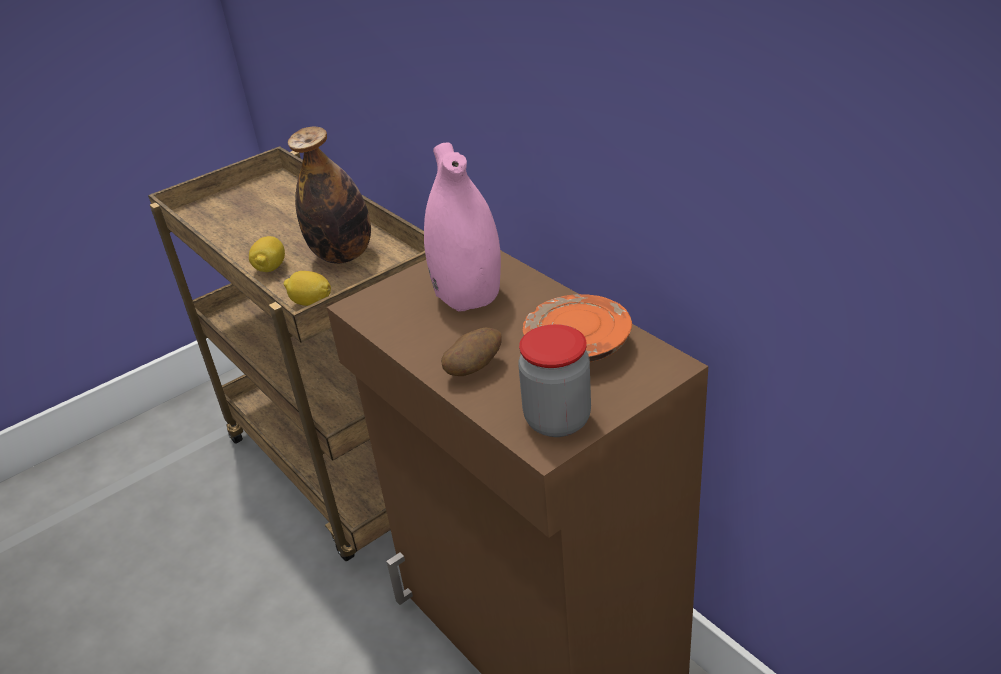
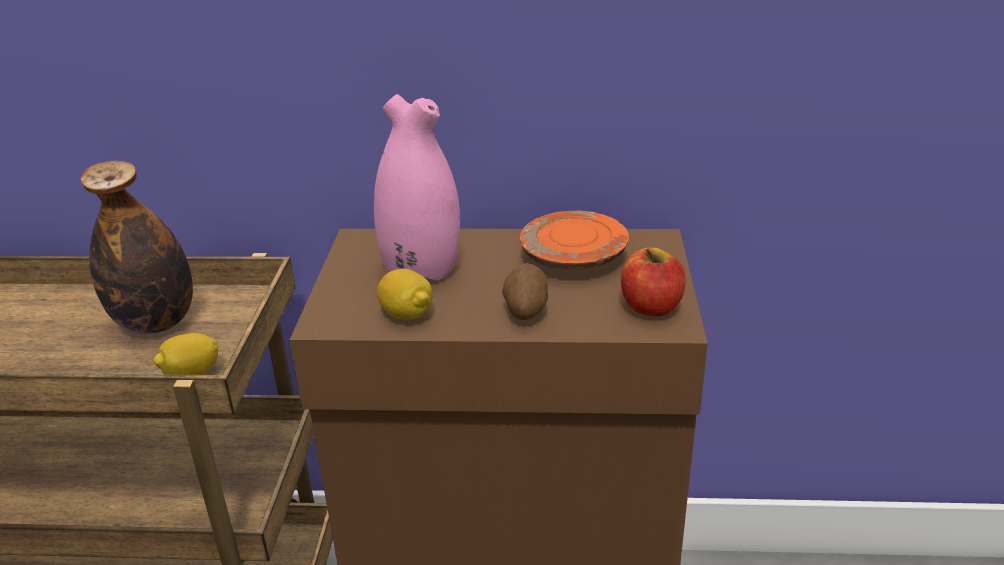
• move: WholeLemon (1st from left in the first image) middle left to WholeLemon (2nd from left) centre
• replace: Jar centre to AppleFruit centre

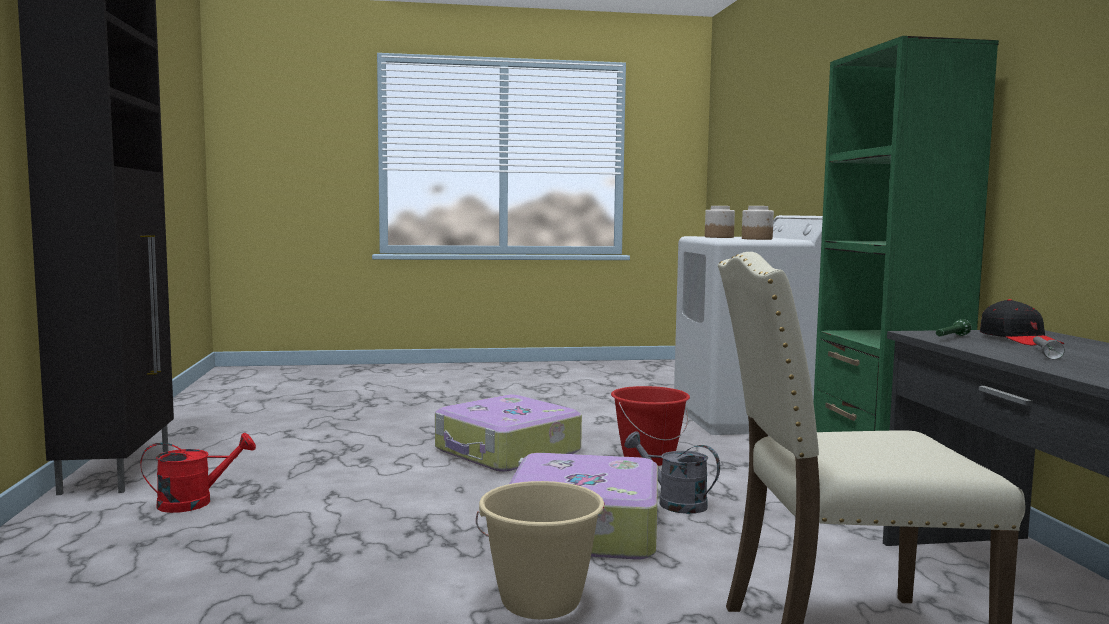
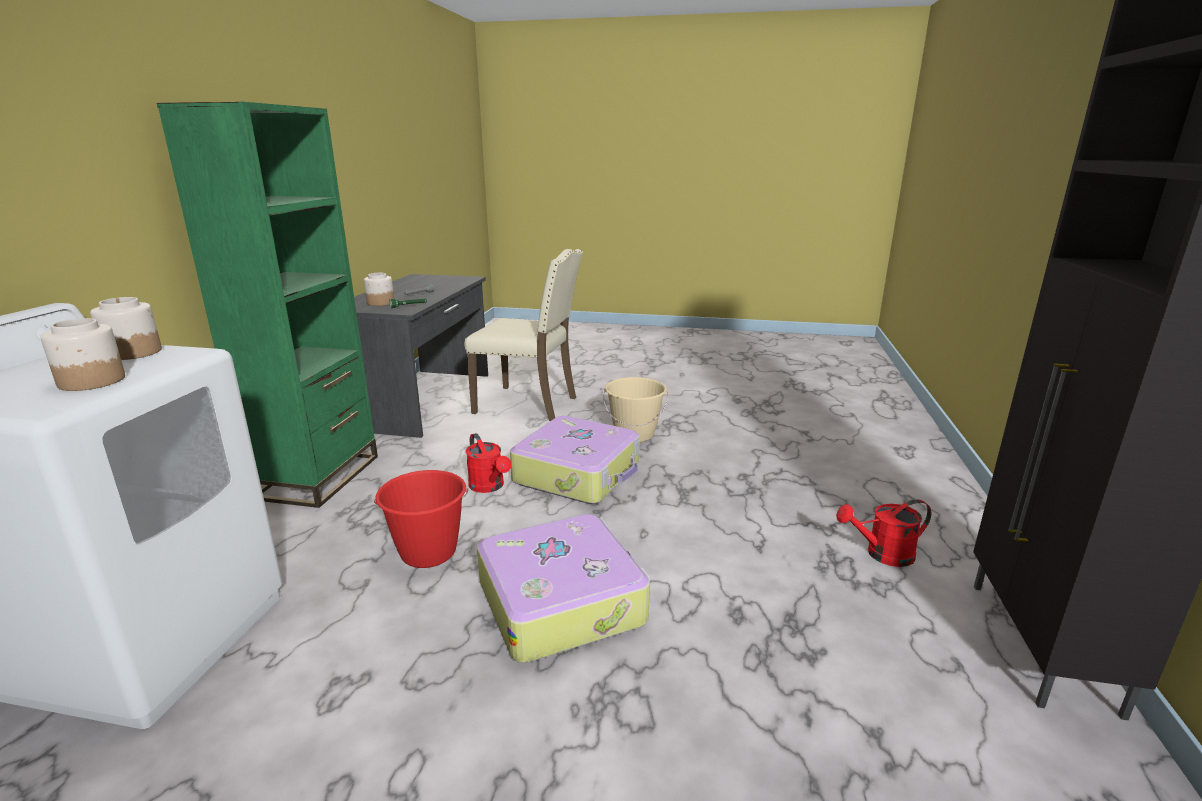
• recolor: GrayWateringPot bottom centre to ReddishWateringPot (1st from left) centre
• replace: BlackColouredCap middle right to Jar (3rd from left) middle left

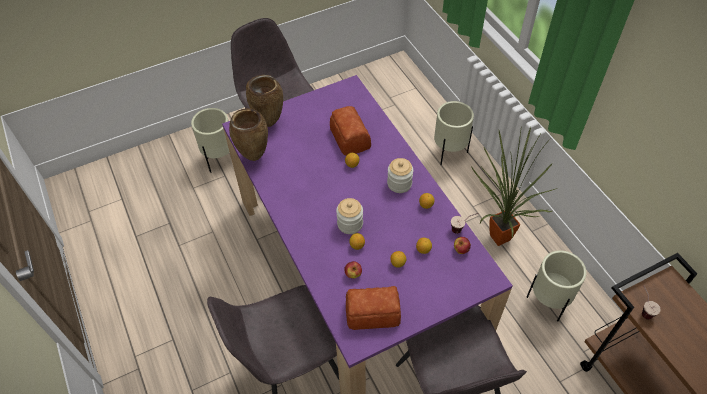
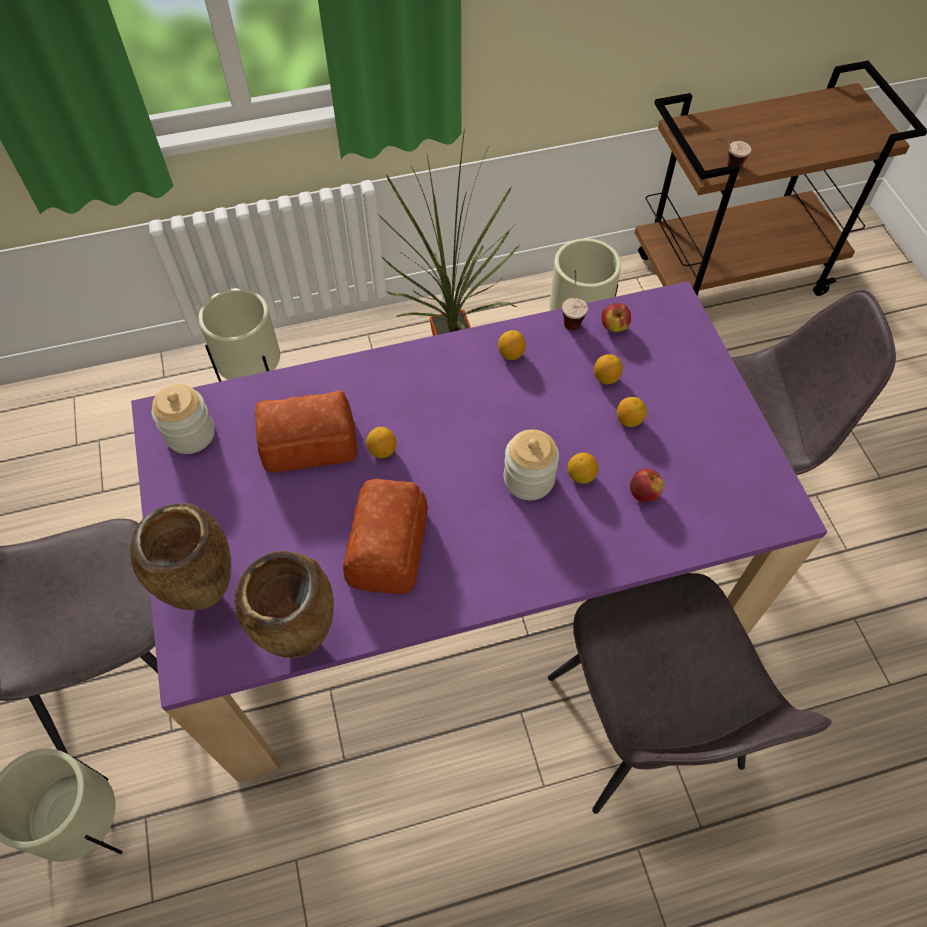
• move: BakedBread (2nd from left) bottom centre to centre
• move: Jar (2nd from left in the first image) centre to Jar (1st from left) middle left

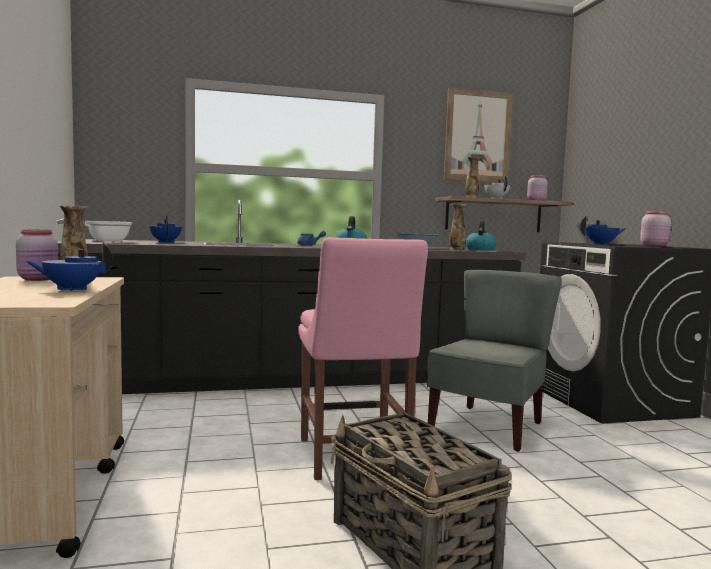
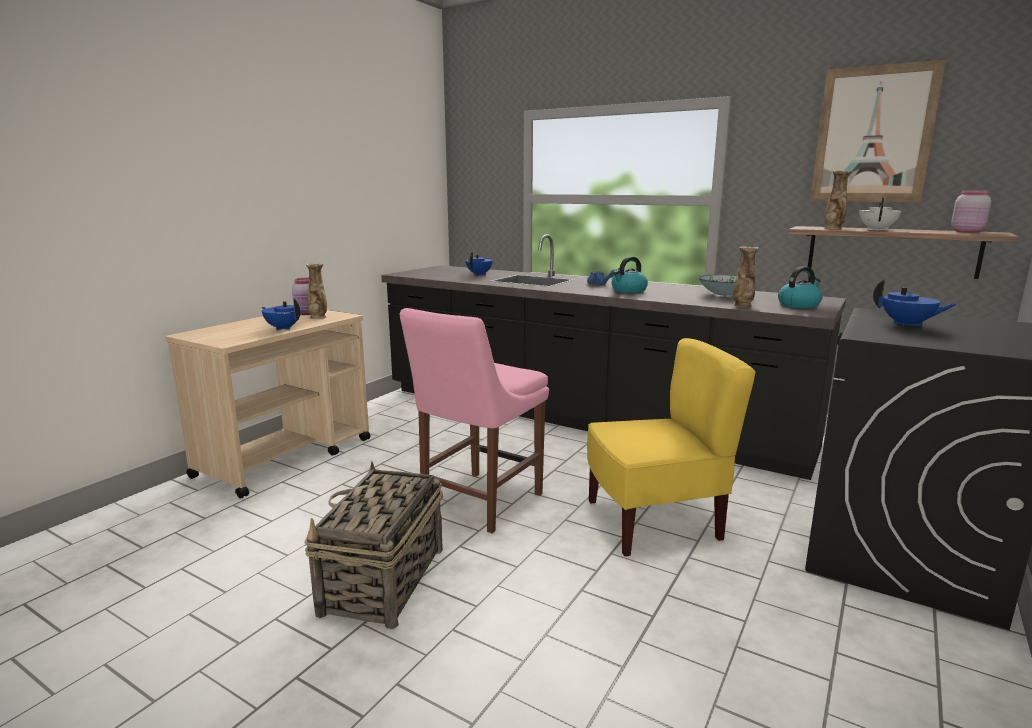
• delete: FryingPan middle left
• recolor: GrayChair middle right to YellowishChair centre
• delete: PinkJar (3rd from left) middle right

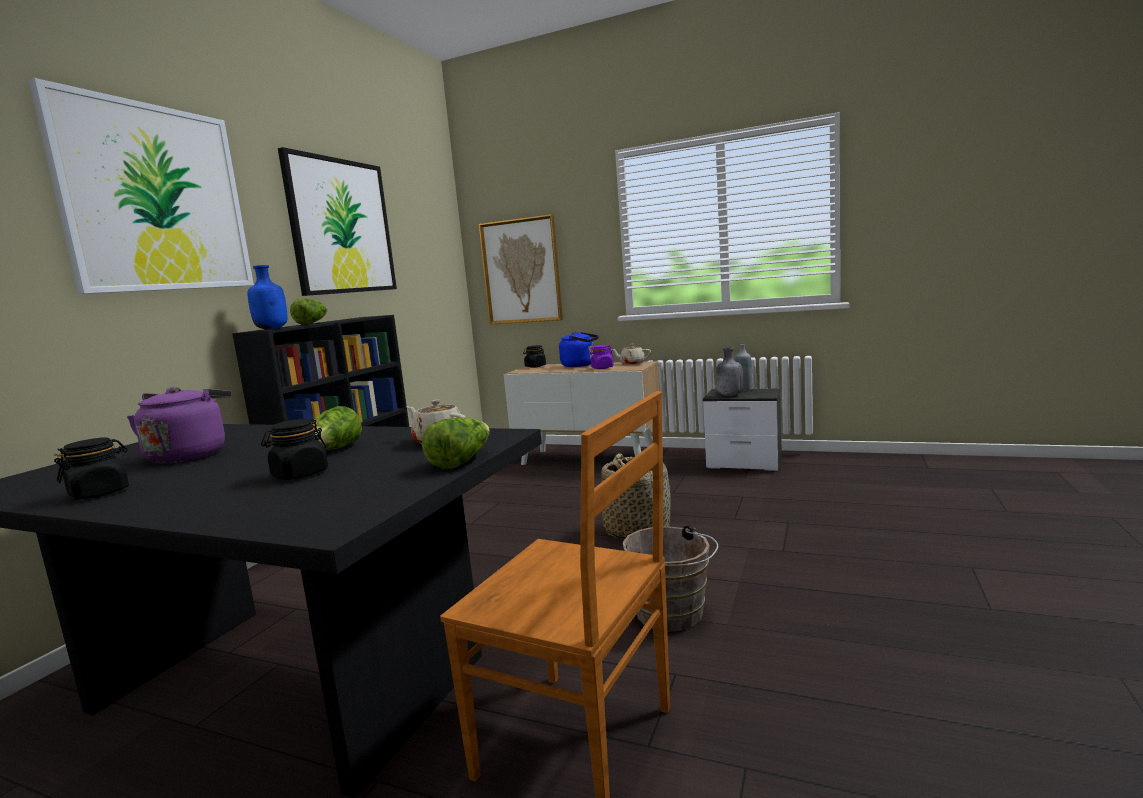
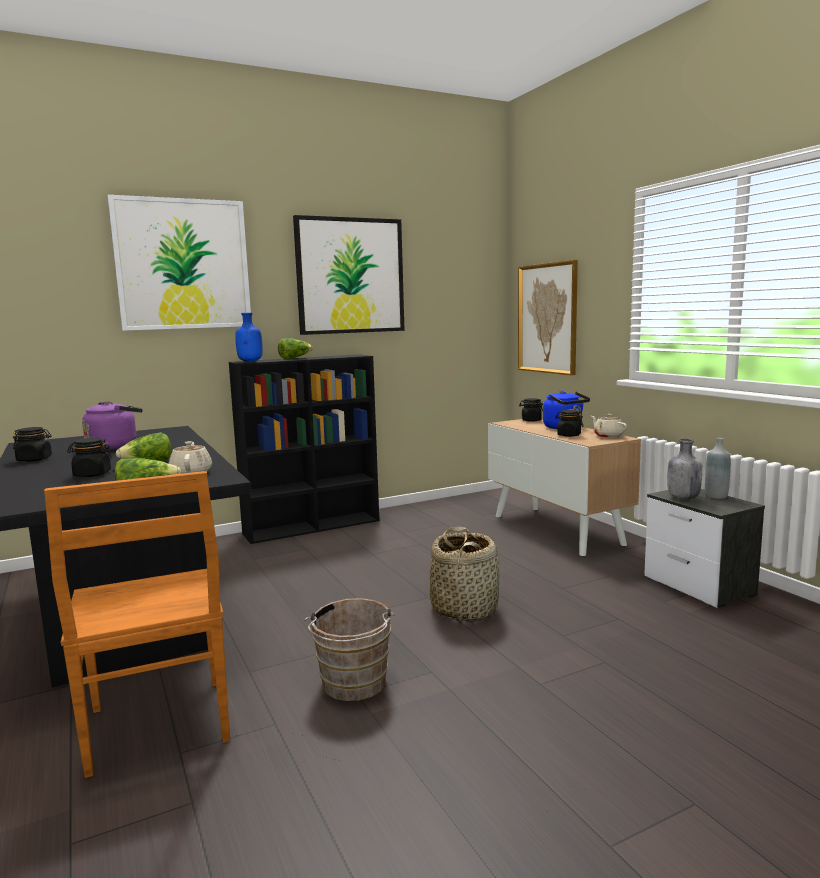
• recolor: PurpleColouredJar centre to BlackColouredJar (4th from left) middle right

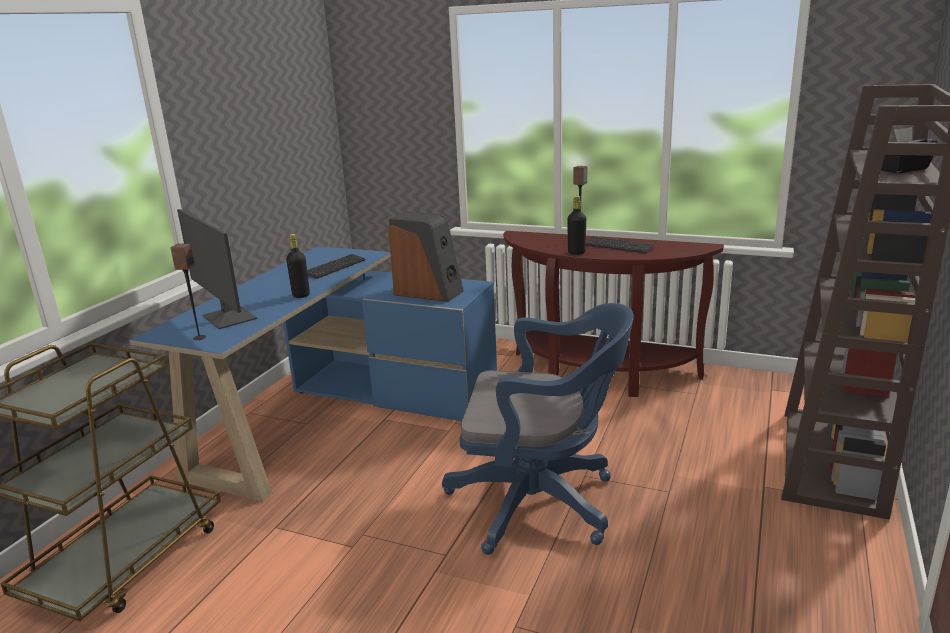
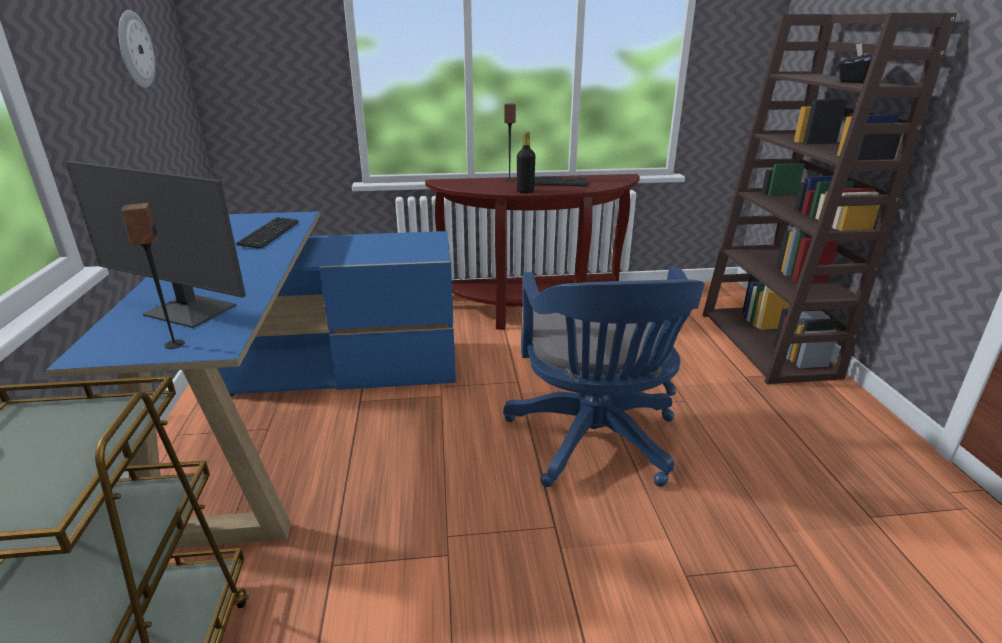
• delete: BlackColouredDrinkBottle (1st from left) middle left
• delete: Loudspeaker (2nd from left) centre
• rotate: BlueColouredComputerChair bottom centre = centre 105 degrees clockwise
• insert: WallClock top left

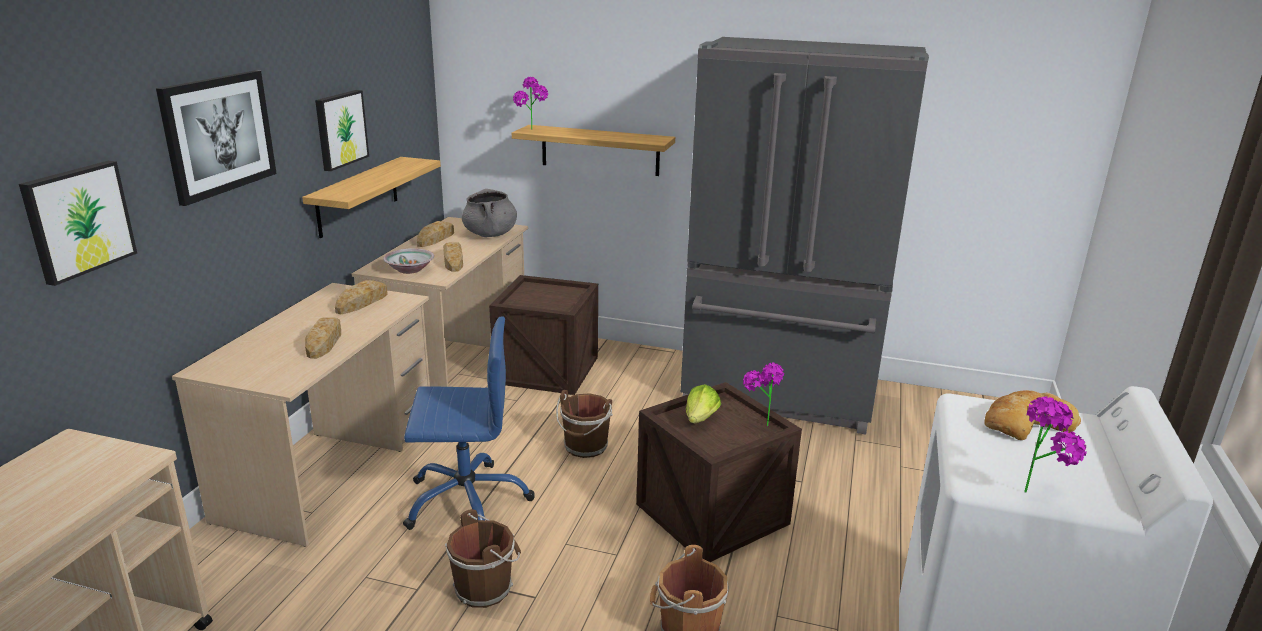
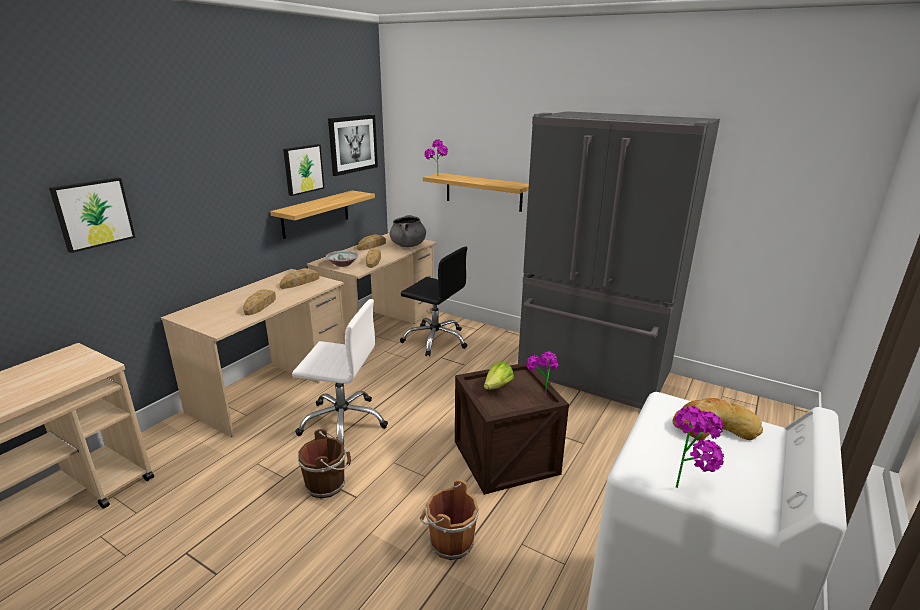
• move: Picture (2nd from left in the first image) top left to Picture (3rd from left) top centre
• recolor: BlueColouredComputerChair bottom centre to WhiteColouredComputerChair centre
• replace: Crate (1st from left) centre to BlackColouredComputerChair centre
• delete: BrownColouredBucket (2nd from left) bottom centre

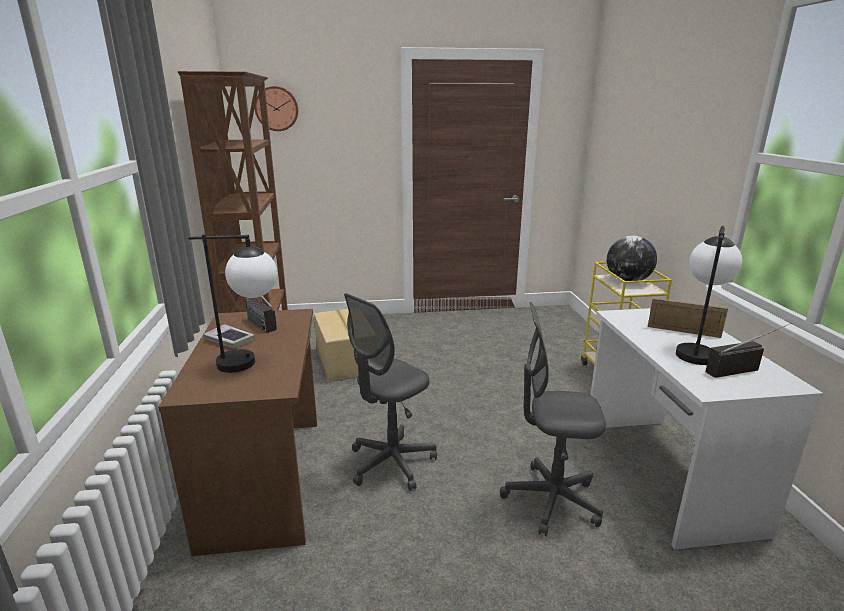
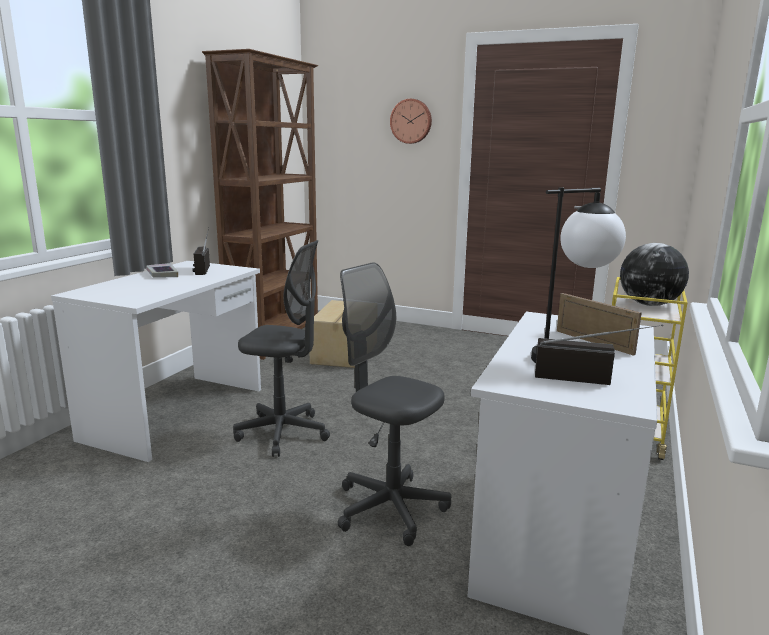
• recolor: BrownColouredDeskUnit bottom left to WhiteColouredDeskUnit (1st from left) middle left
• delete: TabletopLamp (1st from left) middle left
• move: WallClock top left to top centre
• rotate: GrayComputerChair (1st from left) centre = centre 150 degrees counterclockwise

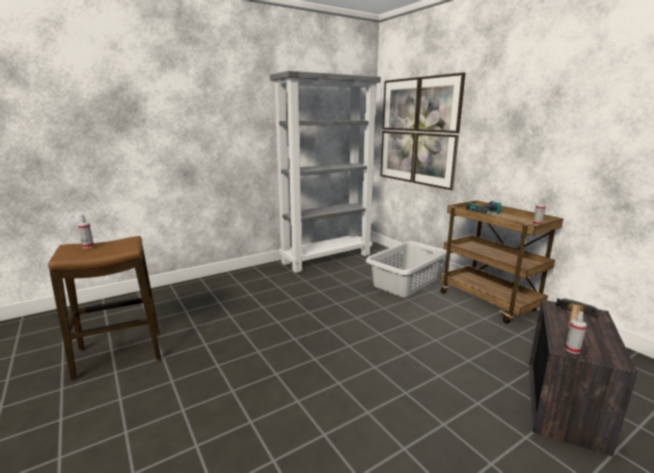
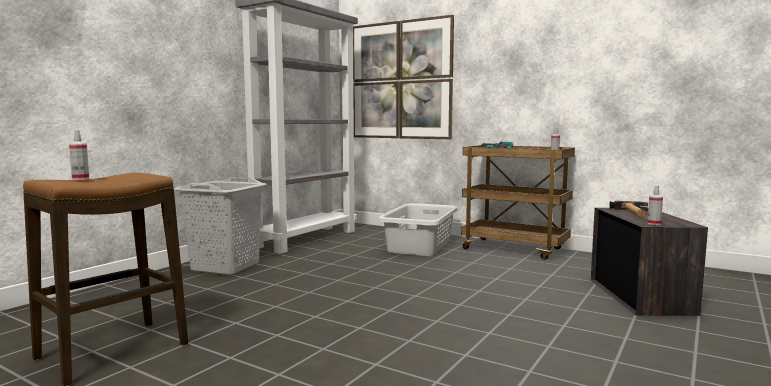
• insert: GrayHamper (1st from left) middle left

